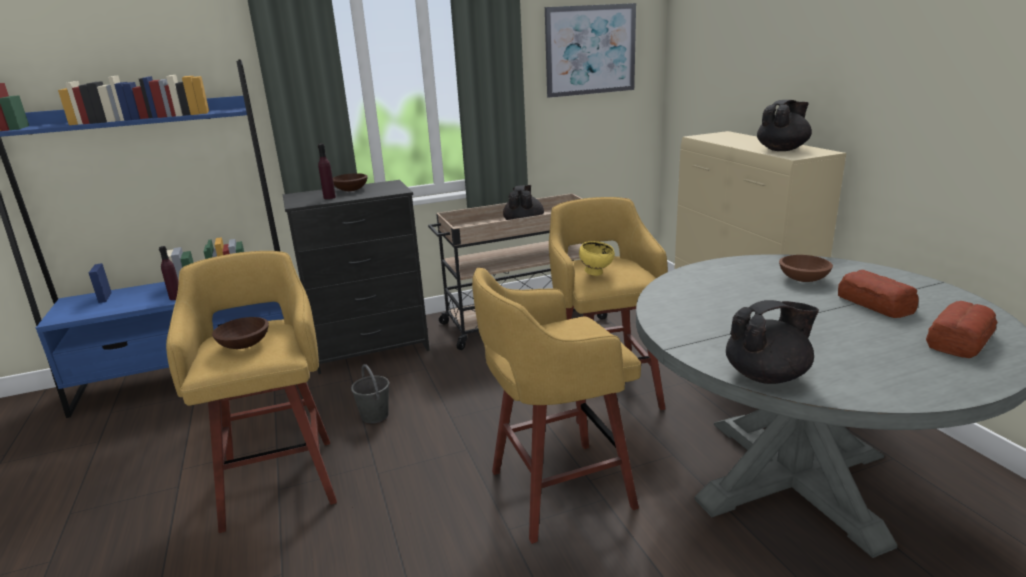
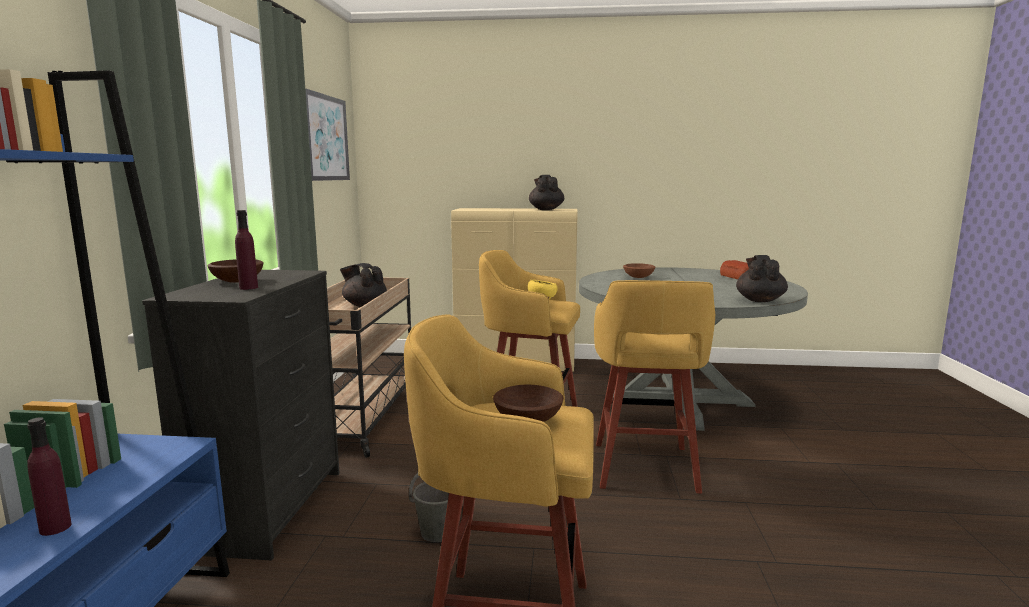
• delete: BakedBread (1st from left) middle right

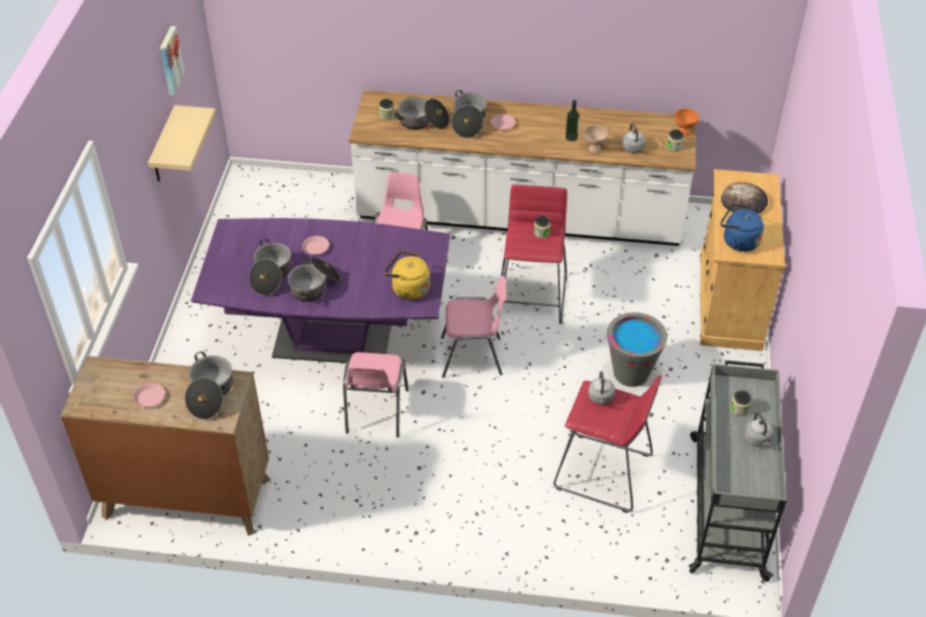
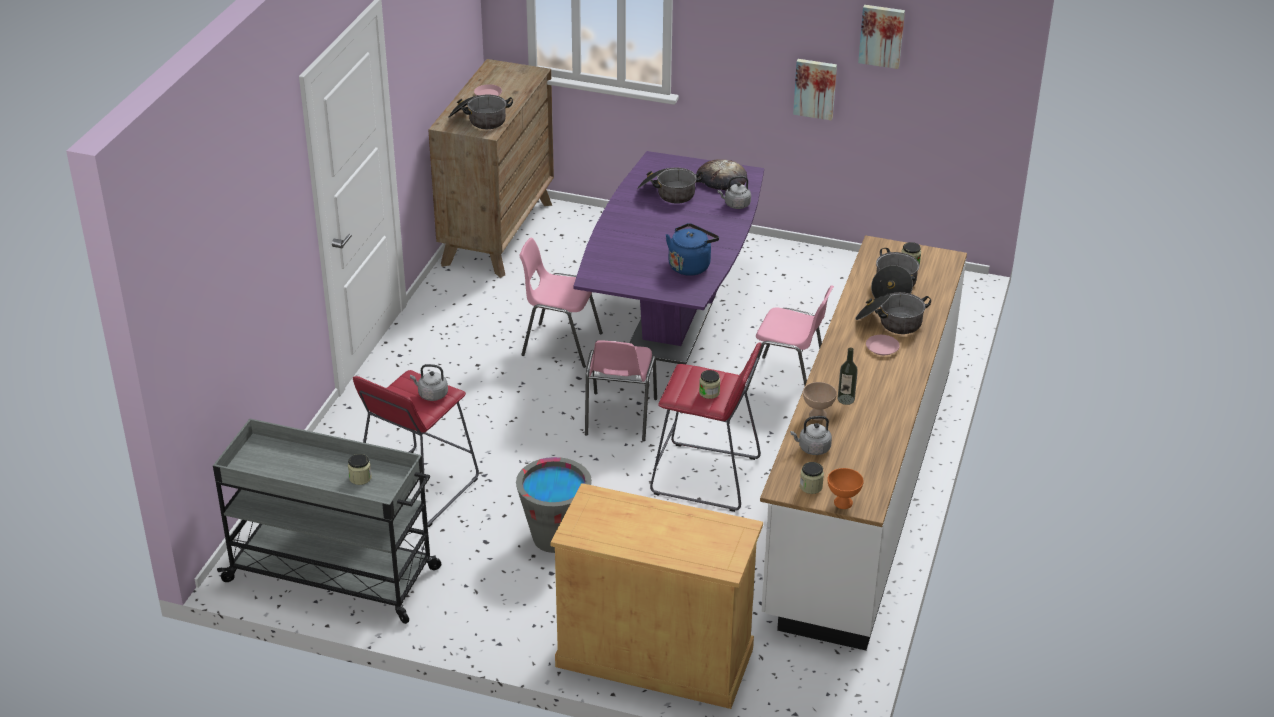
• replace: BeigeShelf top left to Picture (1st from left) top centre
• delete: CookingPot (3rd from left) centre
• delete: PinkDinnerPlate (2nd from left) centre
• delete: YellowishWaterKettle centre
• move: BlueColouredWaterKettle middle right to centre
• move: BakedBread top right to top centre
• move: GrayWaterKettle (3rd from left in the first image) bottom right to GrayWaterKettle (2nd from left) top centre

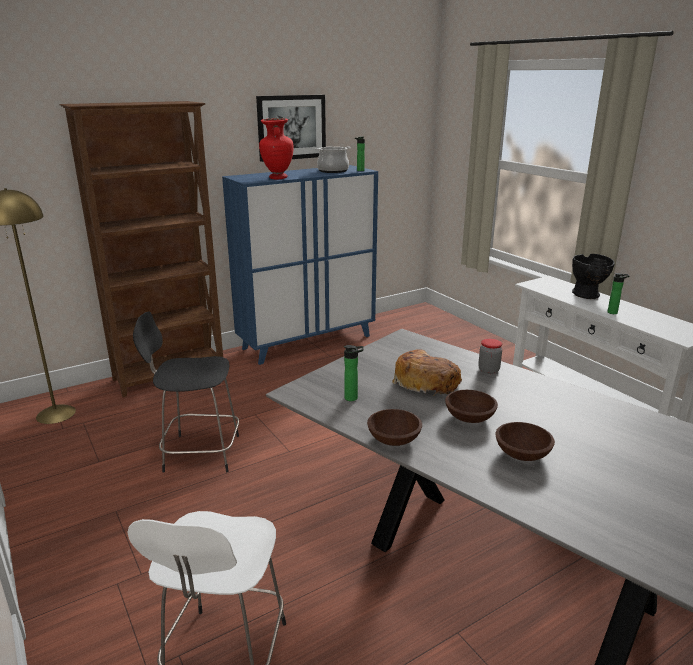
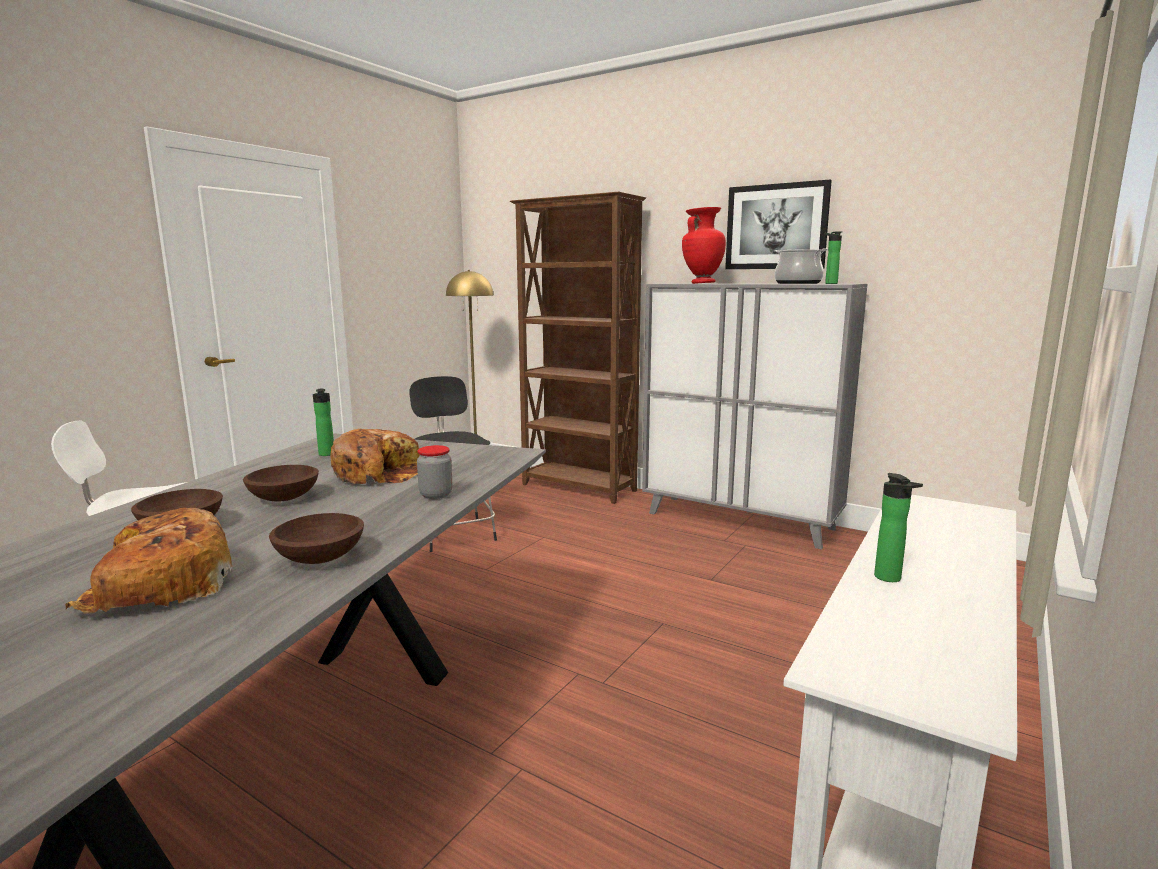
• recolor: BlueColouredStorageCabinet centre to GrayStorageCabinet centre
• move: BrownColouredBowl (1st from left in the first image) centre to BrownColouredBowl (3rd from left) middle left
• delete: BlackColouredDecorativeVase middle right
• insert: BakedBread (1st from left) middle left

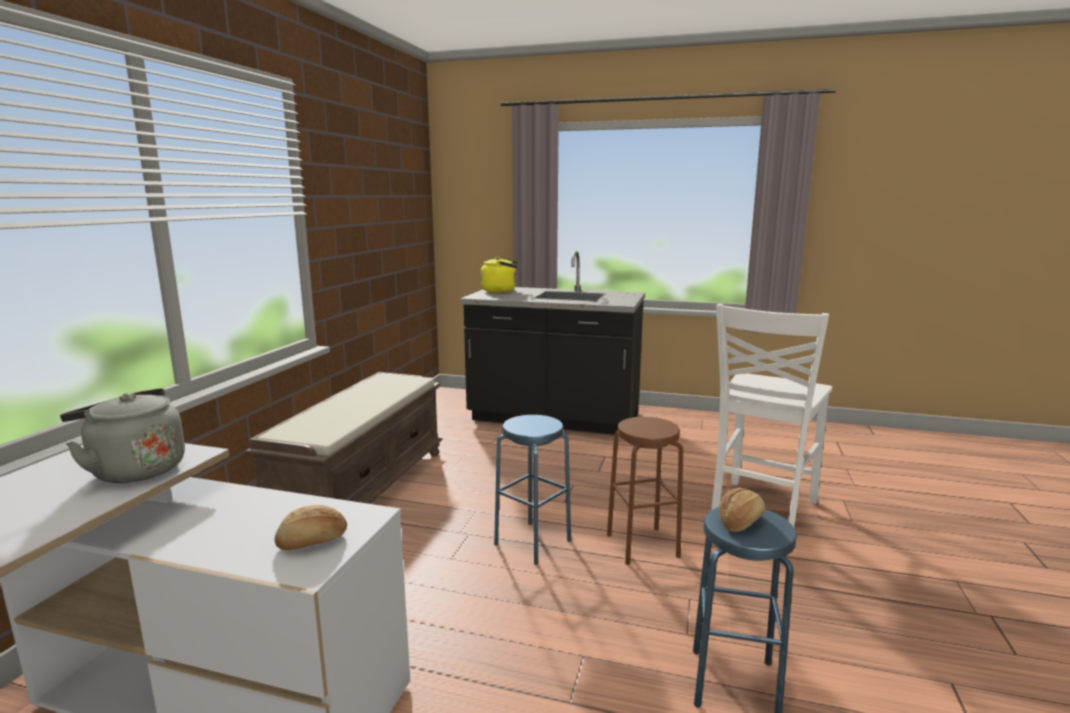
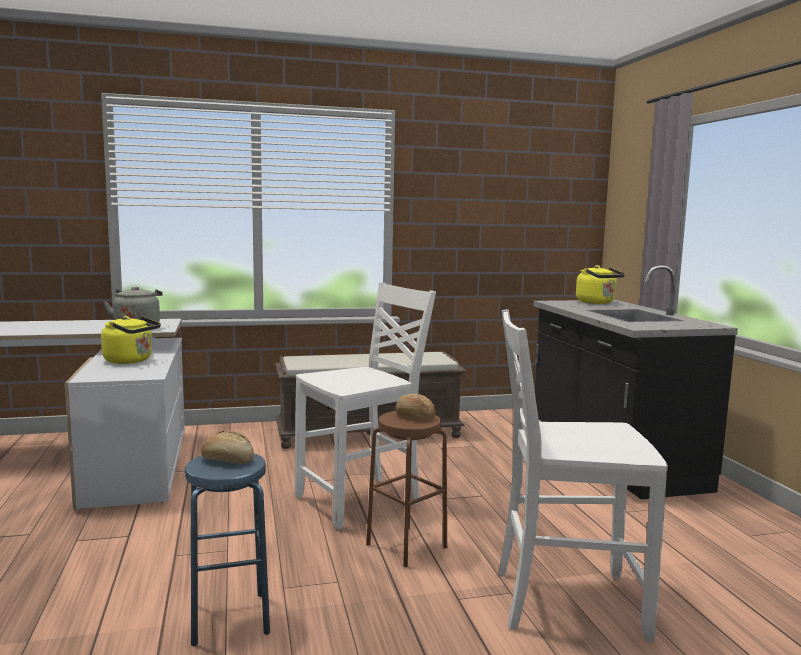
• move: BakedBread (1st from left in the first image) bottom left to BakedBread (2nd from left) centre
• replace: BlueColouredStool (1st from left) bottom centre to WhiteColouredChair (1st from left) centre
• insert: YellowishWaterKettle (1st from left) middle left

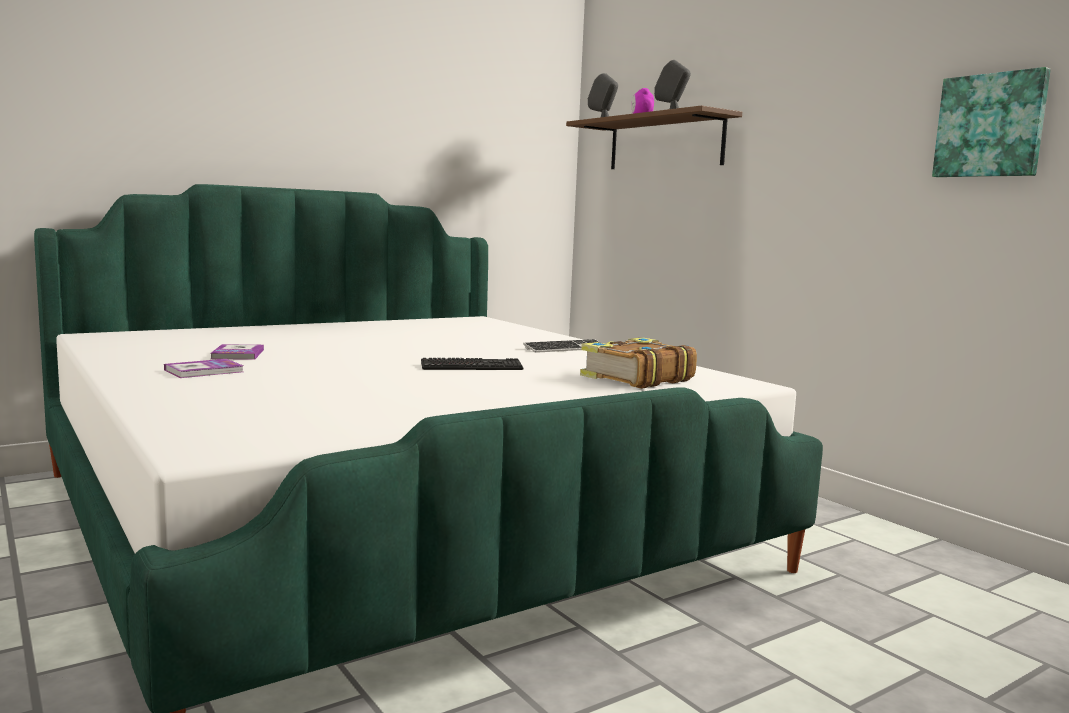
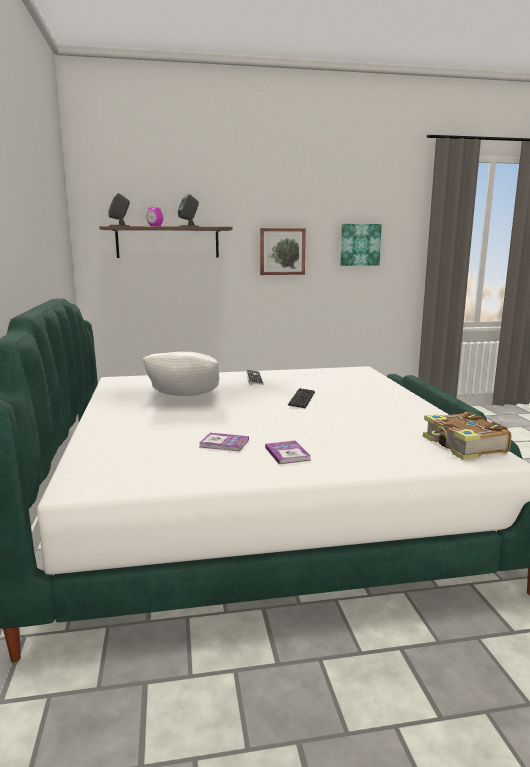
• move: BoundBook (3rd from left) centre to middle right
• insert: WhiteColouredPillow centre
• insert: Picture (1st from left) top centre

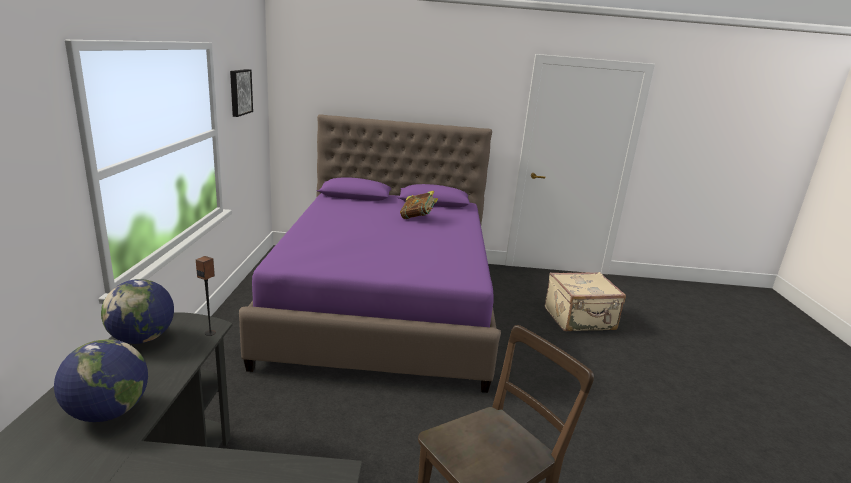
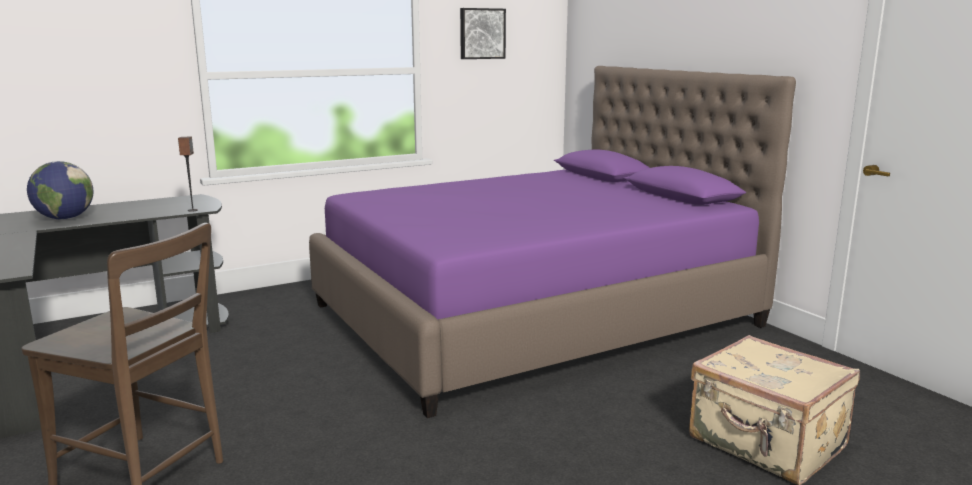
• delete: WorldGlobe (2nd from left) middle left
• delete: BoundBook centre

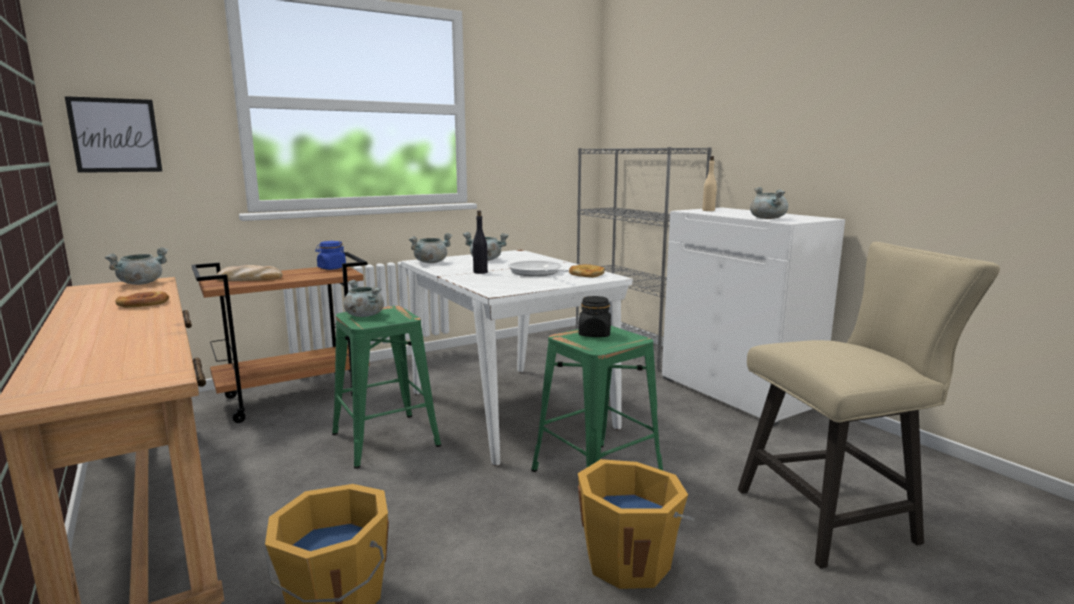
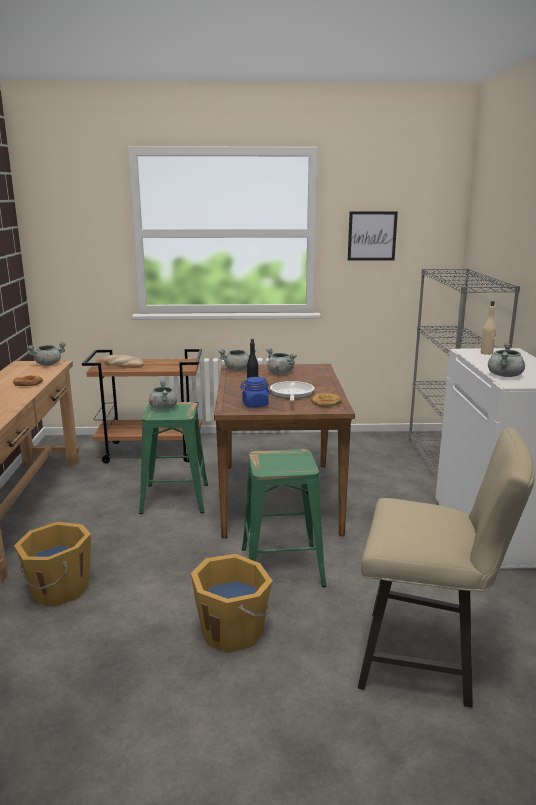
• move: Picture top left to top right
• move: BlueColouredJar middle left to centre
• recolor: WhiteColouredDinnerTable centre to BrownColouredDinnerTable centre
• delete: BlackColouredJar centre

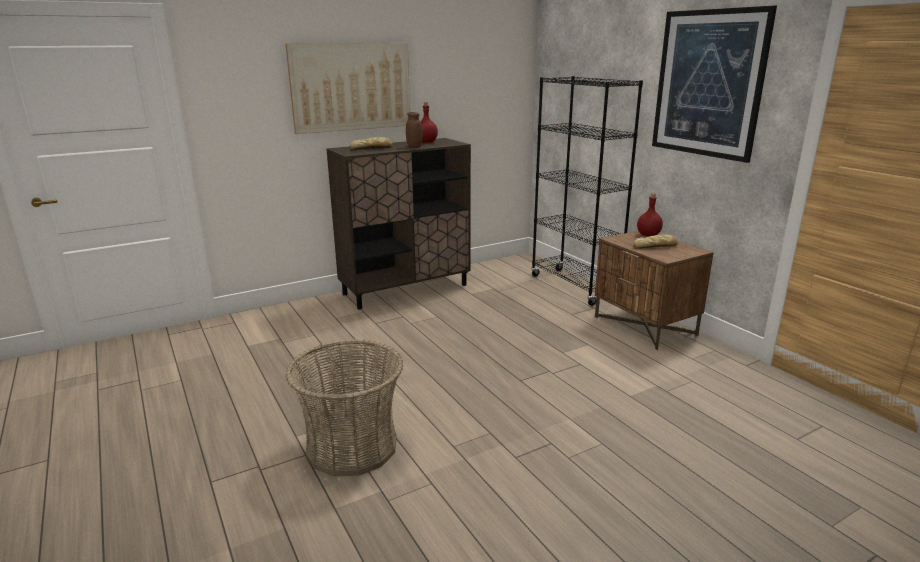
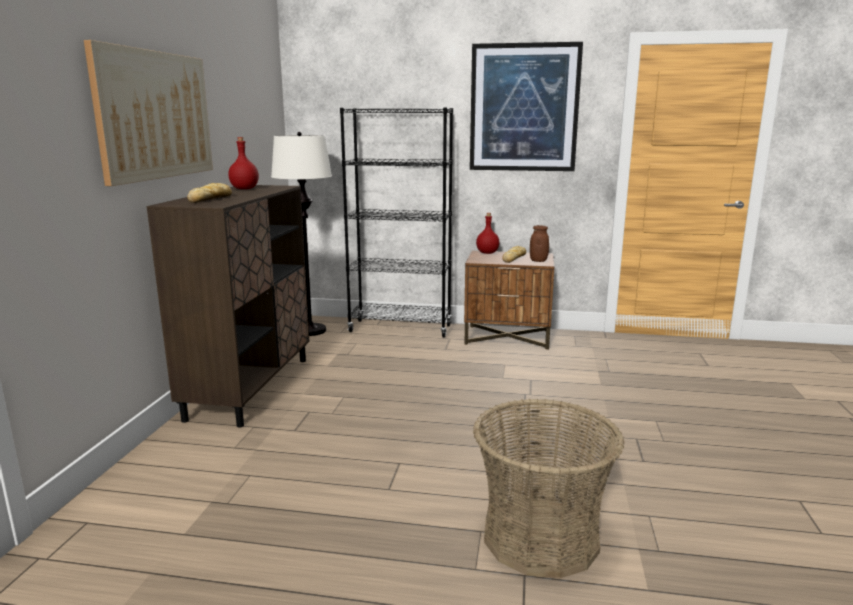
• move: BrownColouredJar top centre to centre
• insert: WhiteColouredFloorLamp centre

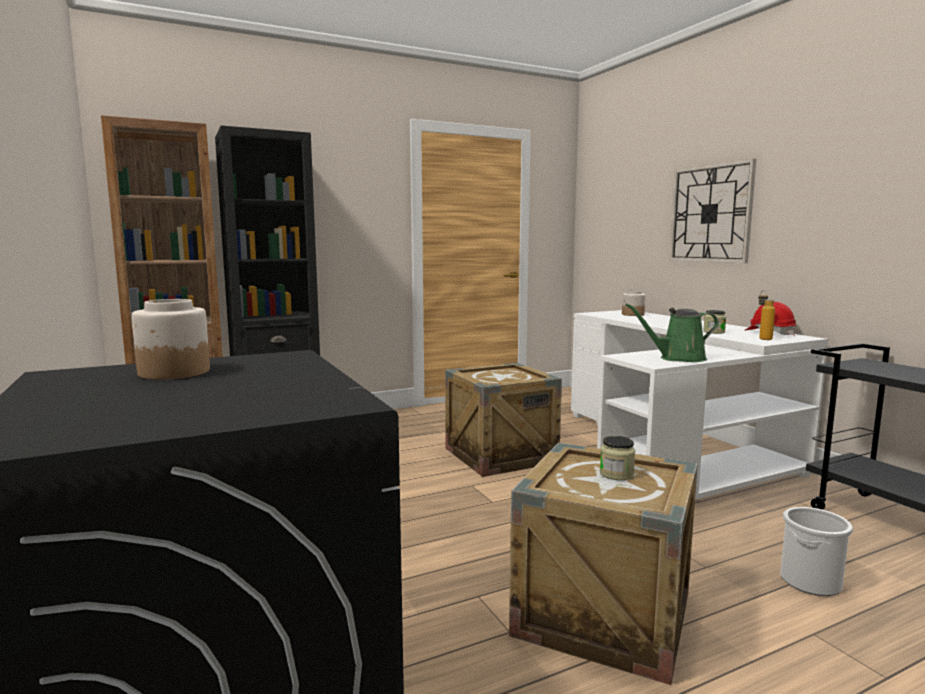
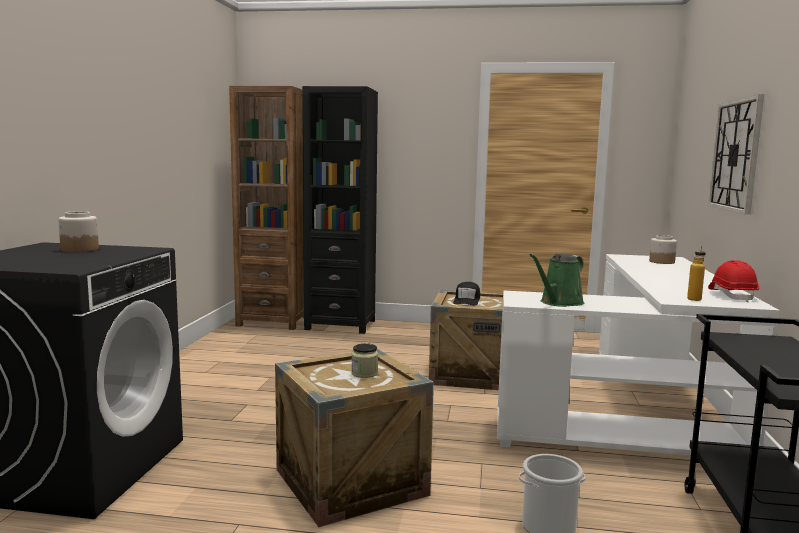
• rotate: GreenishWateringPot middle right = middle right 75 degrees counterclockwise
• delete: Jar (4th from left) middle right
• insert: BlackColouredCap centre

